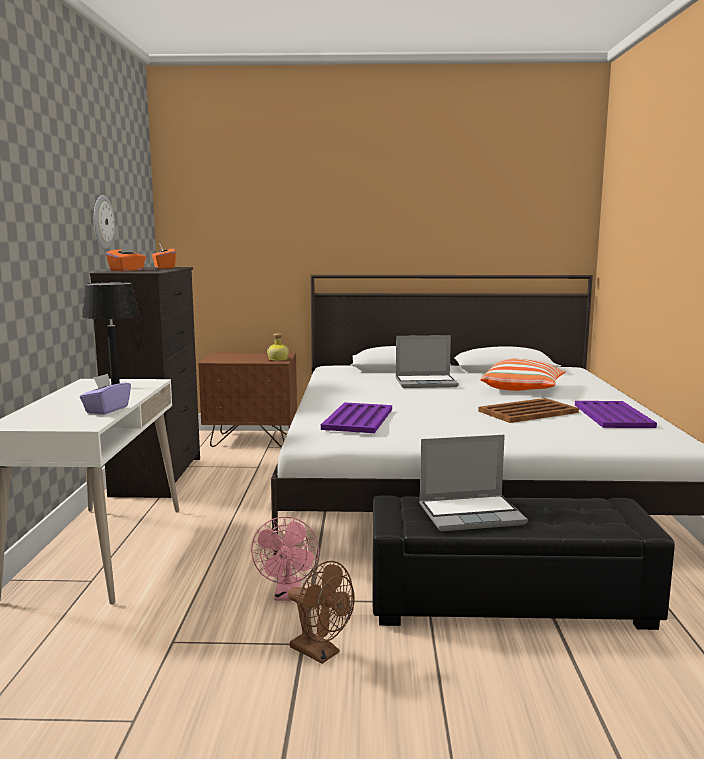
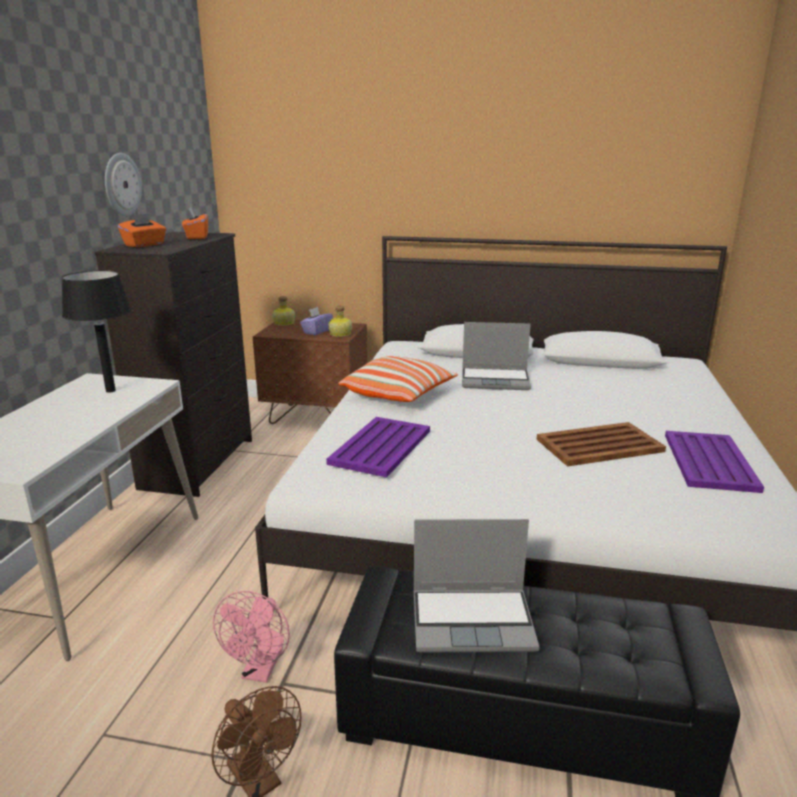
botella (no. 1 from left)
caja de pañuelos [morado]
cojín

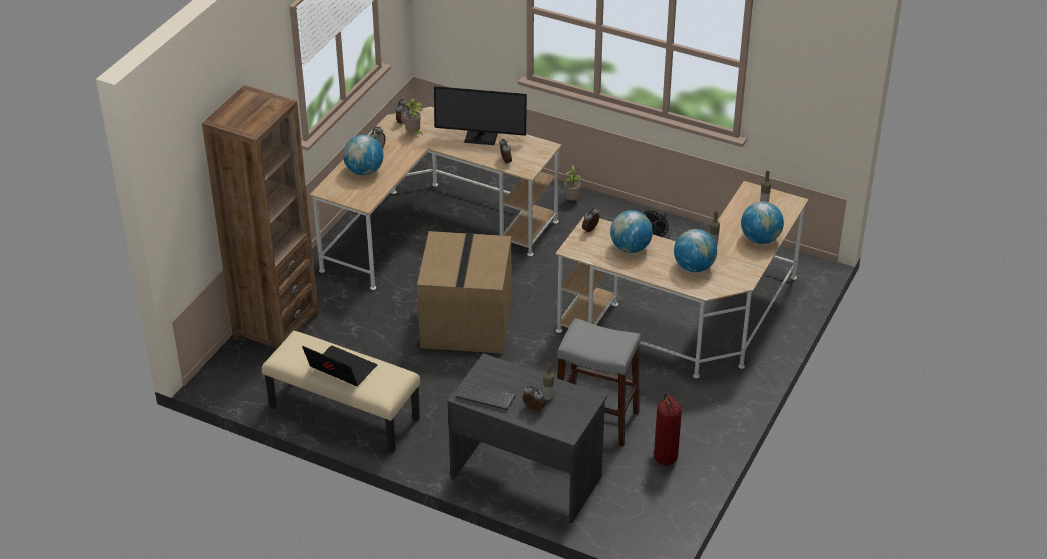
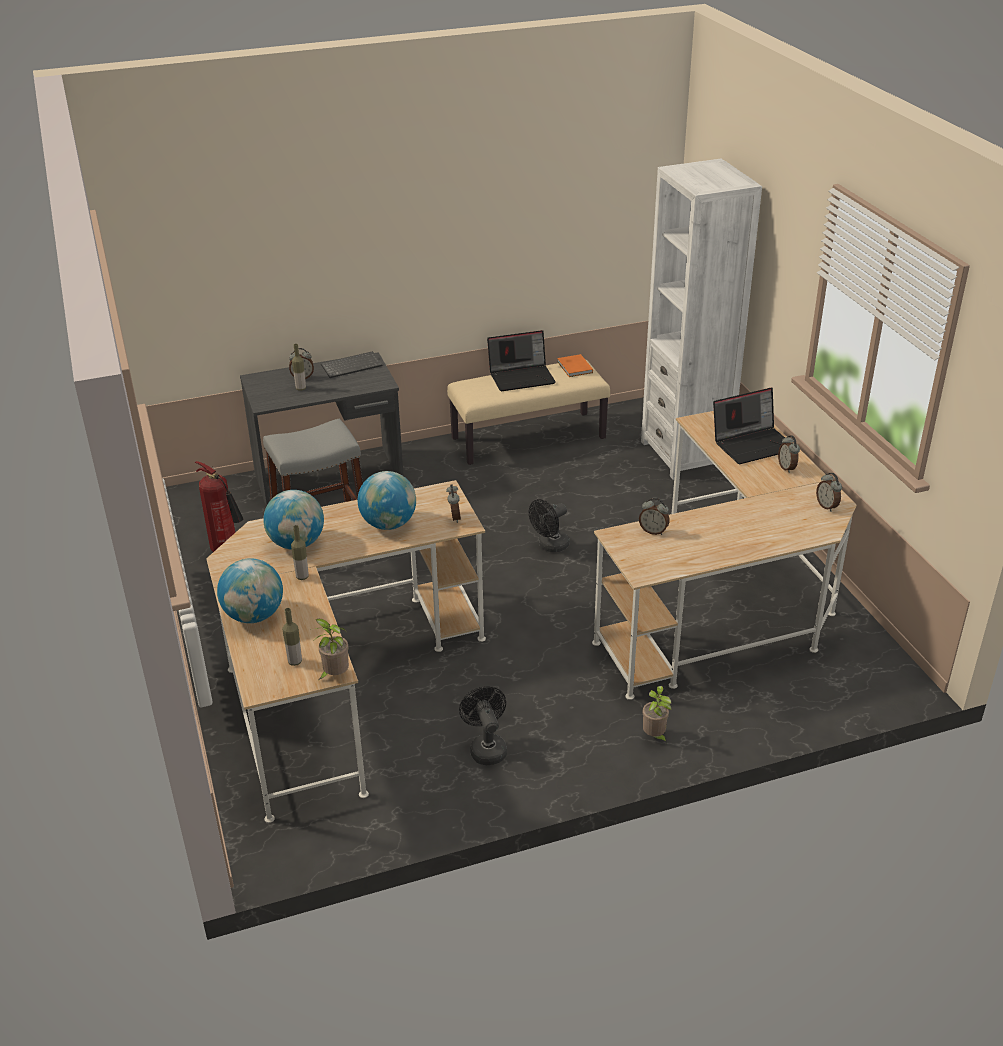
monitor
libro [naranja]
planta en maceta (no. 1 from left)
portátil (no. 2 from left)
ventilador [negro] (no. 2 from left)
estantería [blanco]

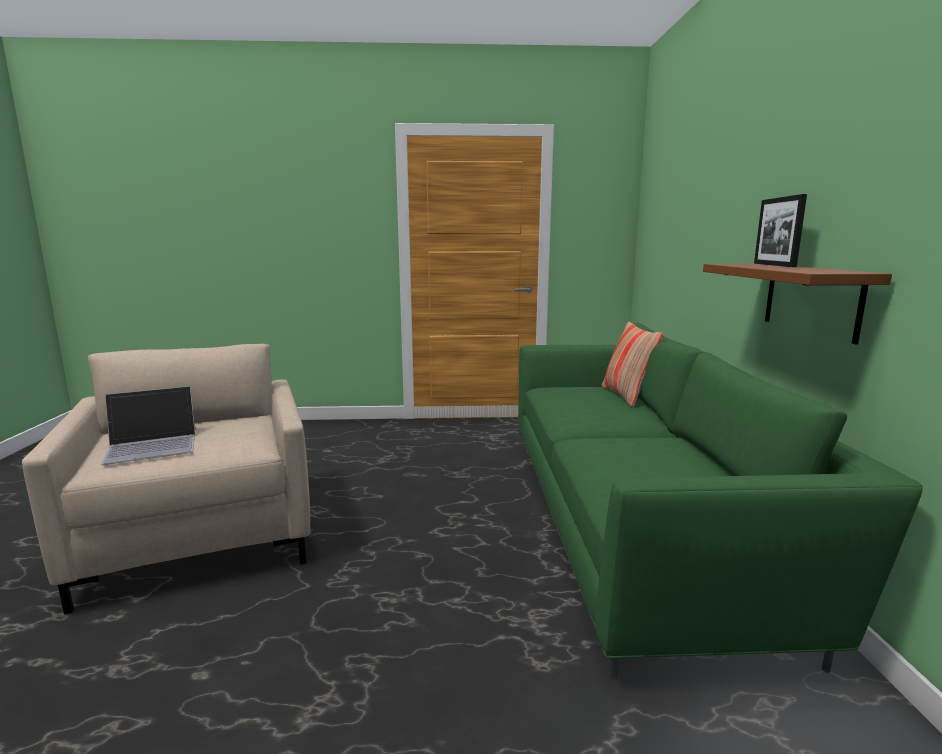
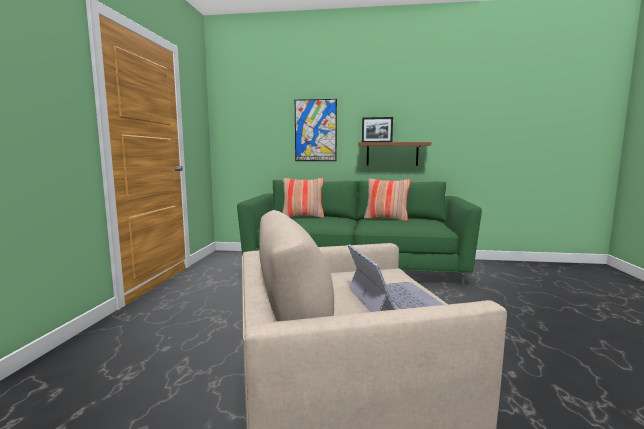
cuadro
cojín (no. 2 from left)

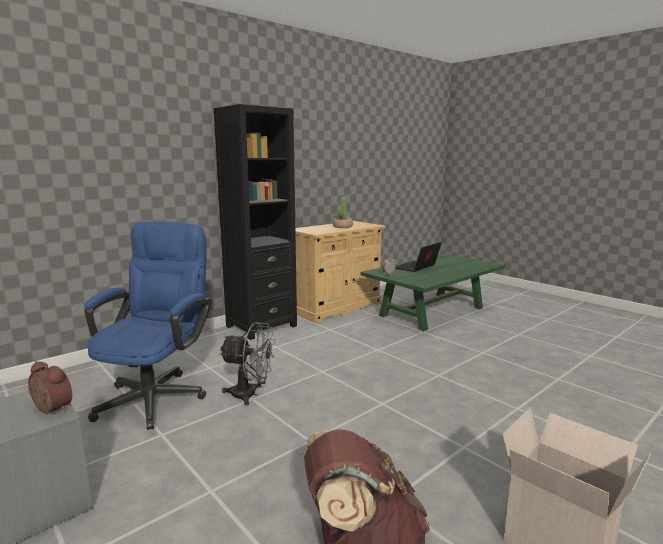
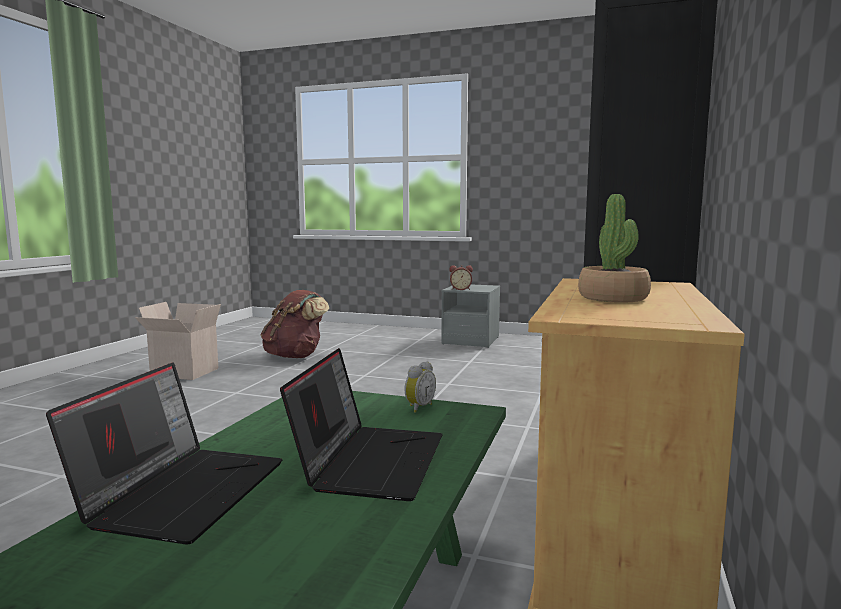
silla de oficina [azul]
ventilador [gris]
portátil (no. 1 from left)

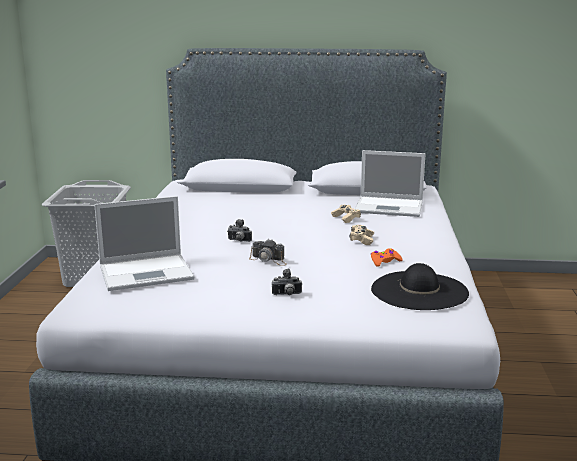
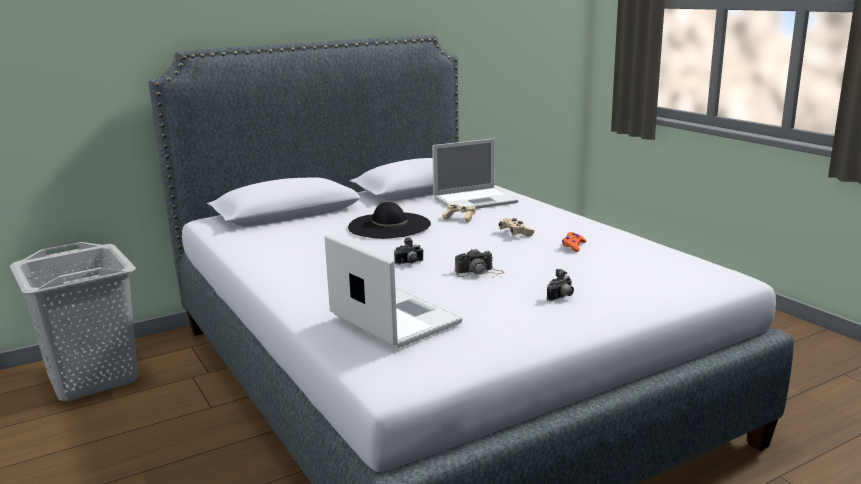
sombrero [negro]
portátil (no. 1 from left)

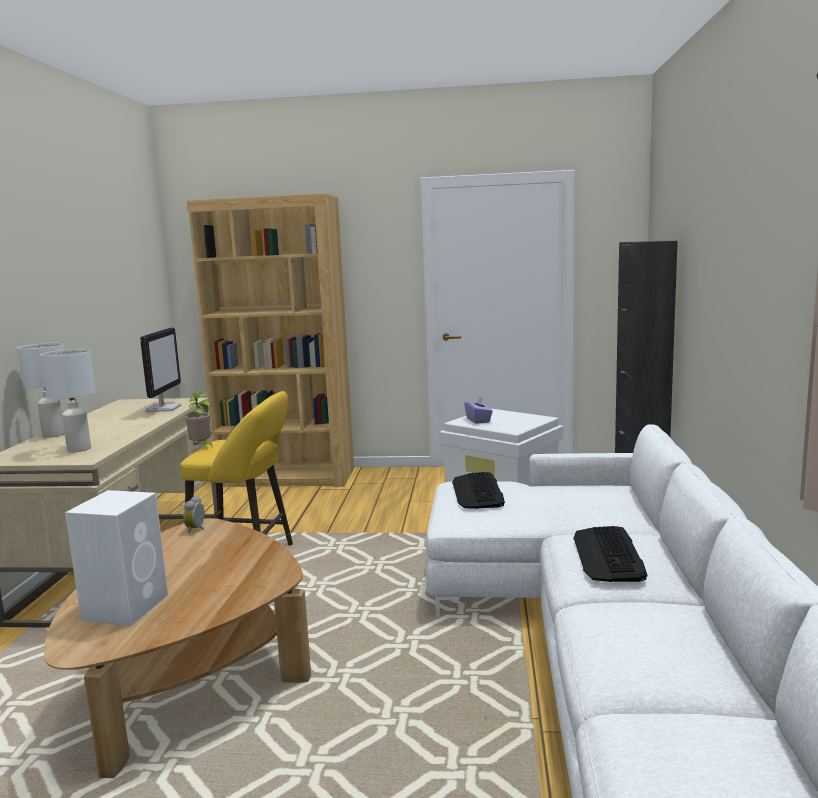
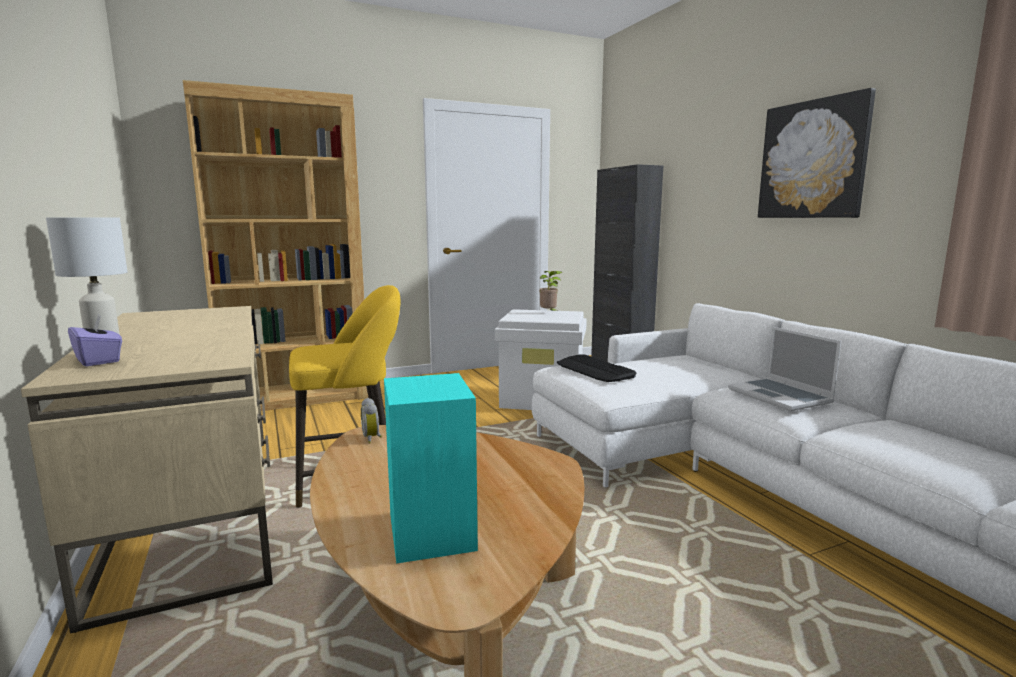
lámpara de mesa [blanco] (no. 2 from left in the first image)
monitor
cuadro
planta en maceta
caja de pañuelos [morado]
portátil
altavoz [turquesa]

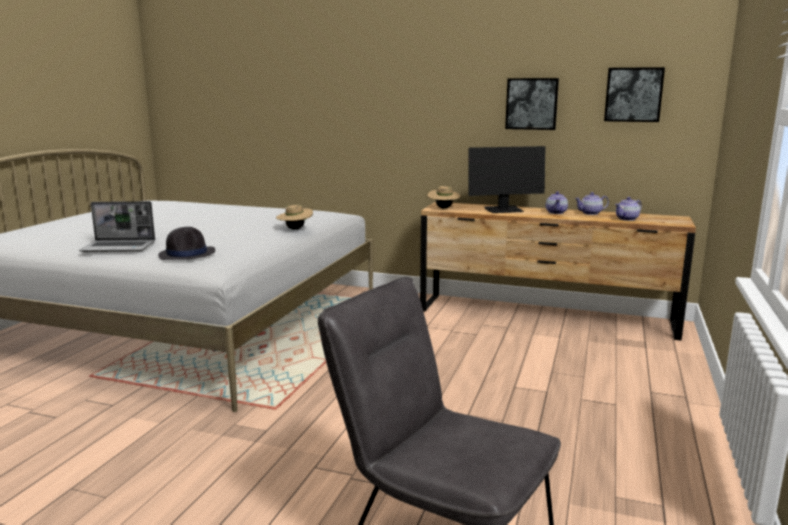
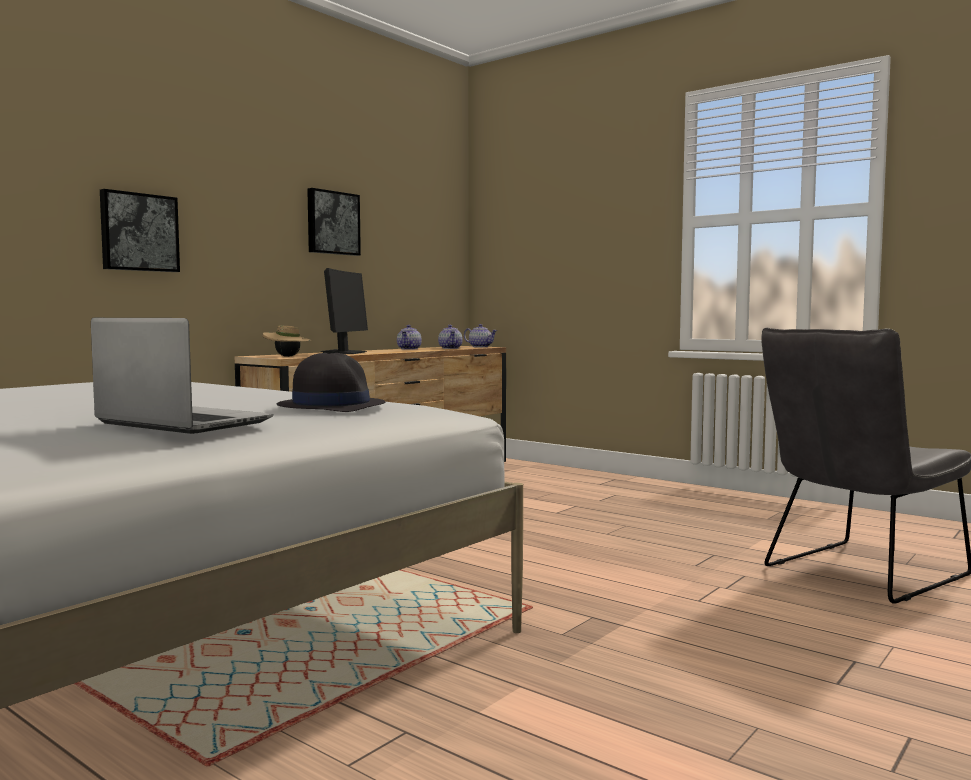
sombrero [beis] (no. 1 from left in the first image)
tetera (no. 3 from left)
cuadro (no. 1 from left)
portátil

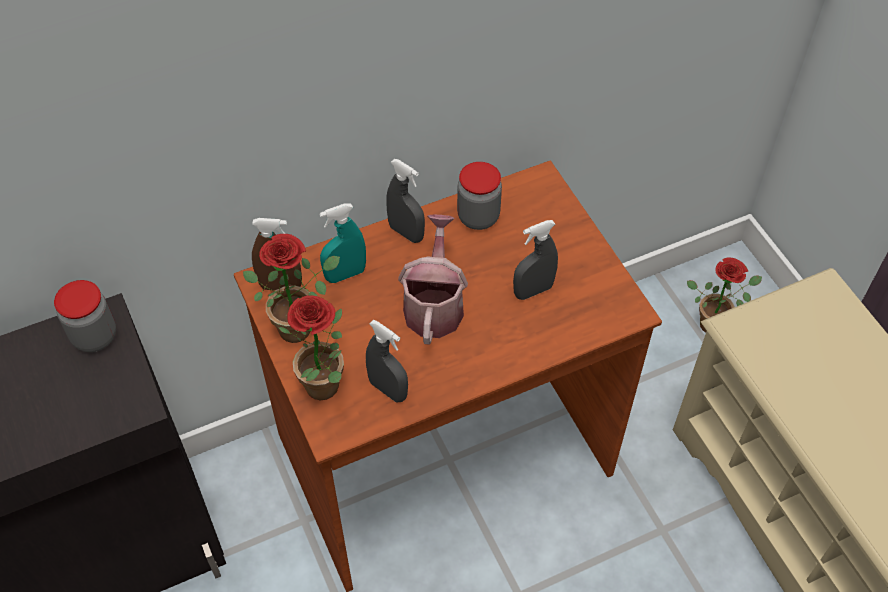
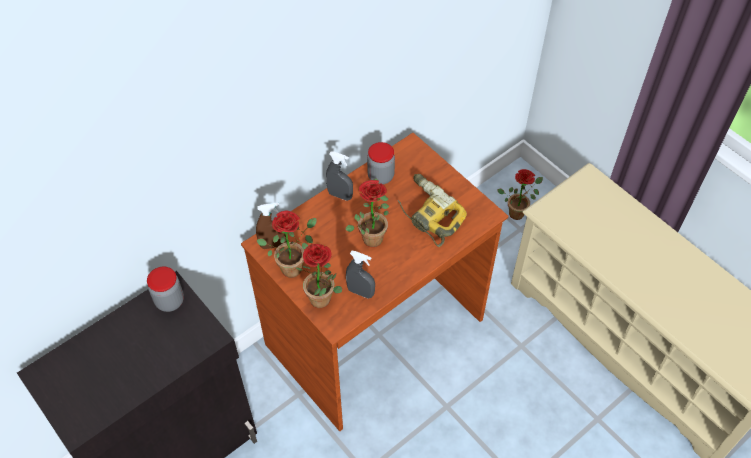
pulverizador [turquesa]
planta en maceta (no. 3 from left)
taladro

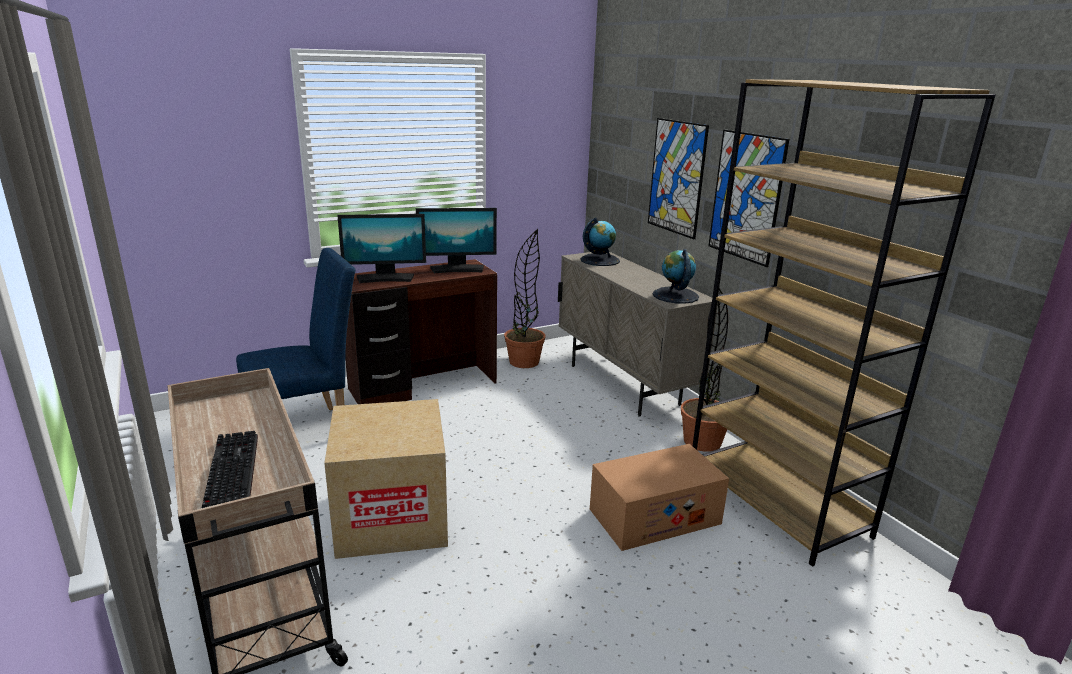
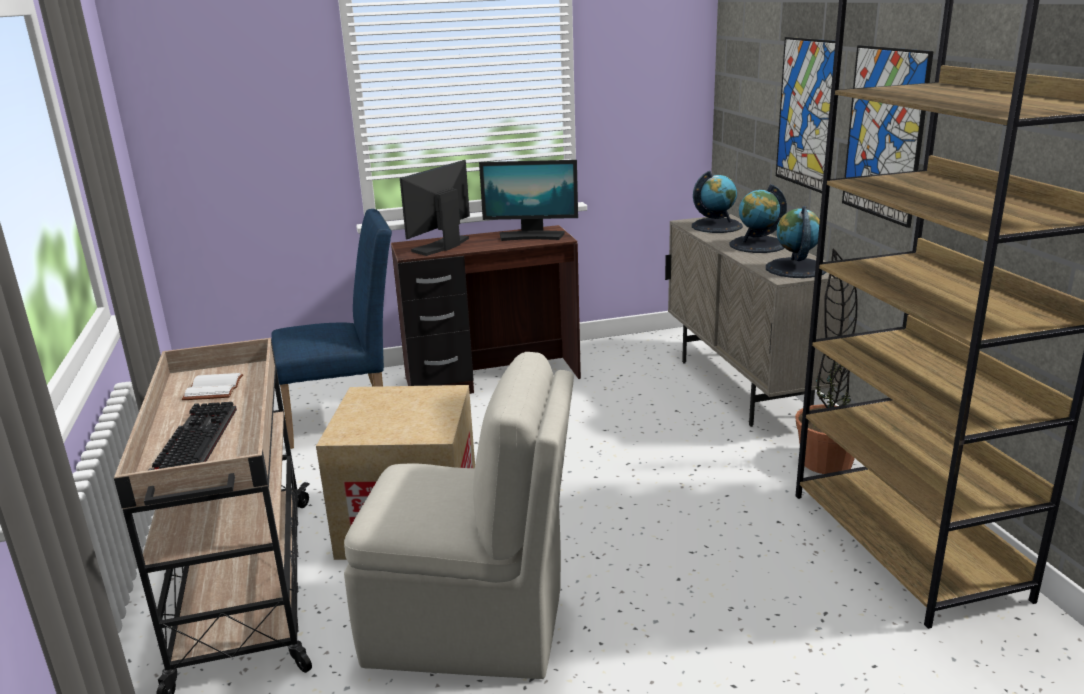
planta en maceta (no. 1 from left in the first image)
caja de cartón (no. 2 from left in the first image)
libro [blanco]
silla [beis]
globo terráqueo (no. 2 from left)
monitor (no. 1 from left)

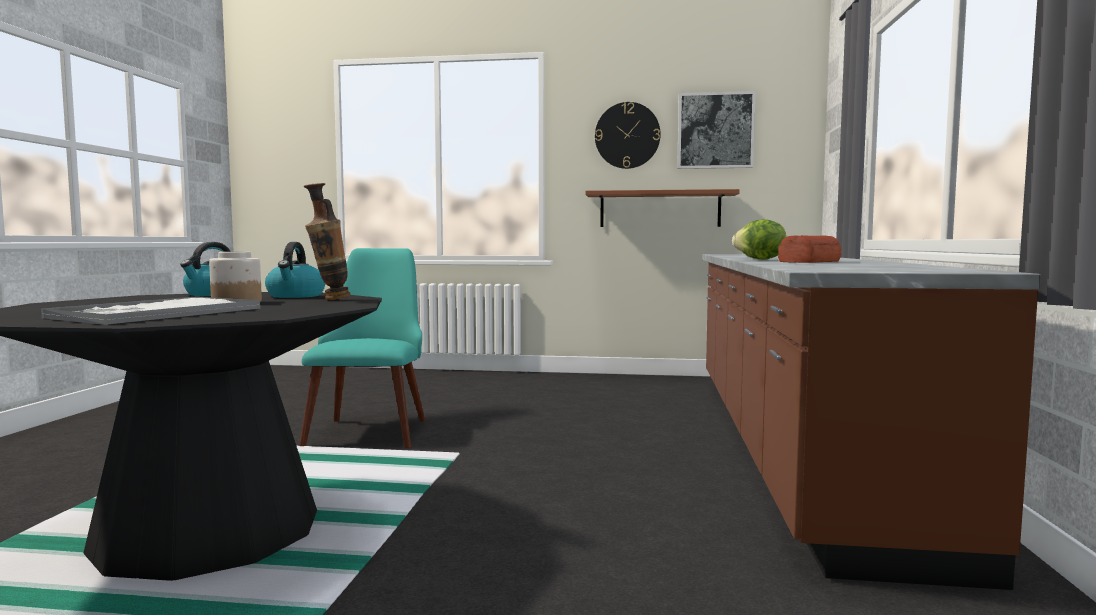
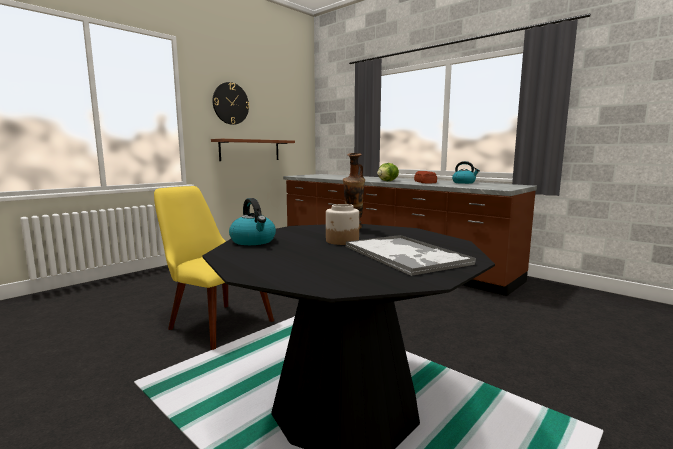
cuadro
hervidor (no. 2 from left)
silla [amarillo]

